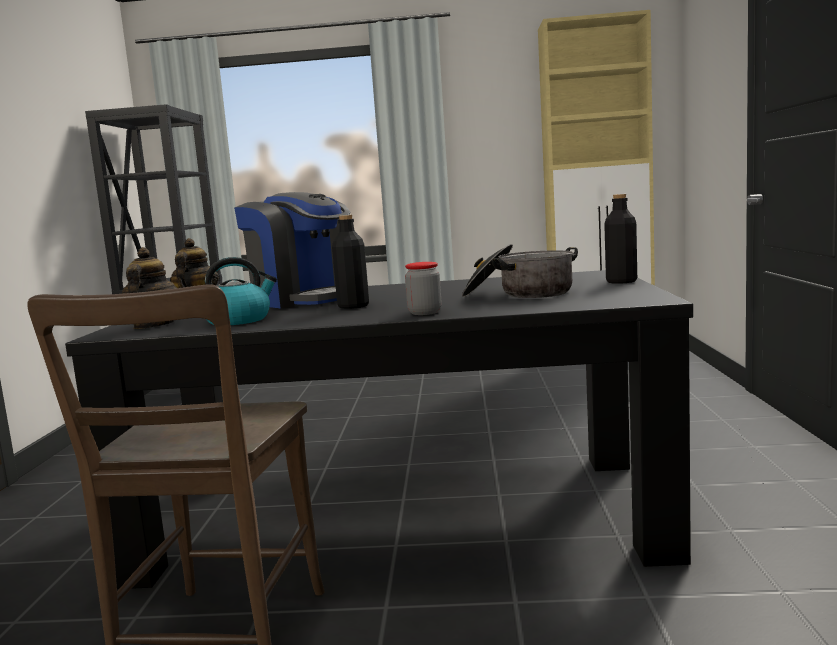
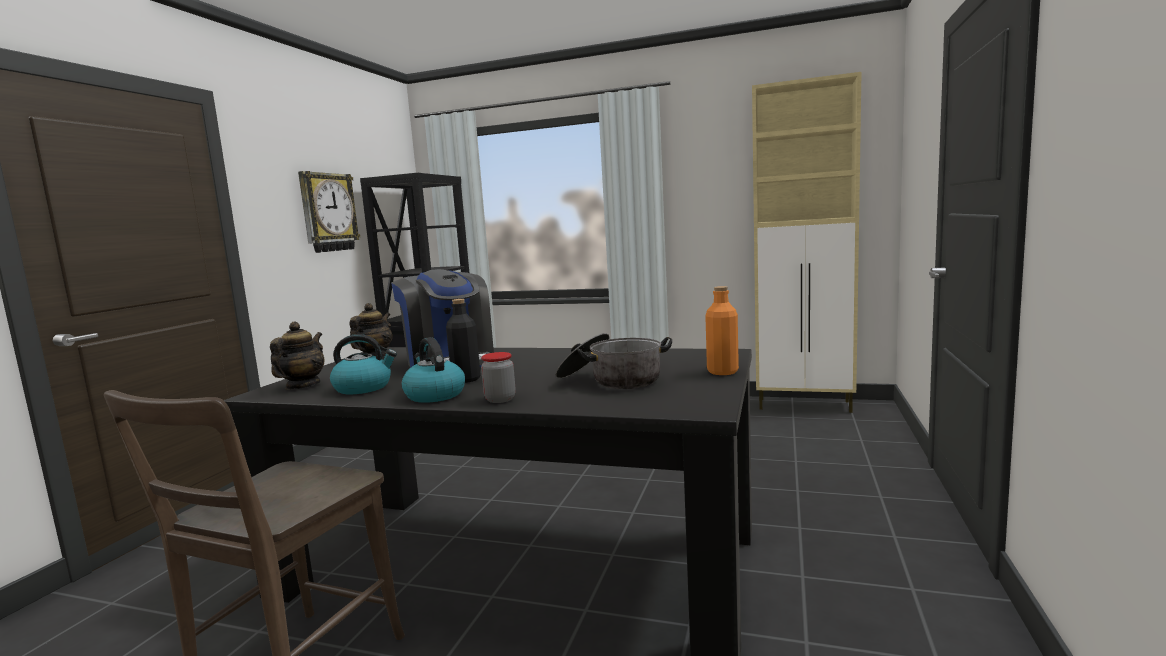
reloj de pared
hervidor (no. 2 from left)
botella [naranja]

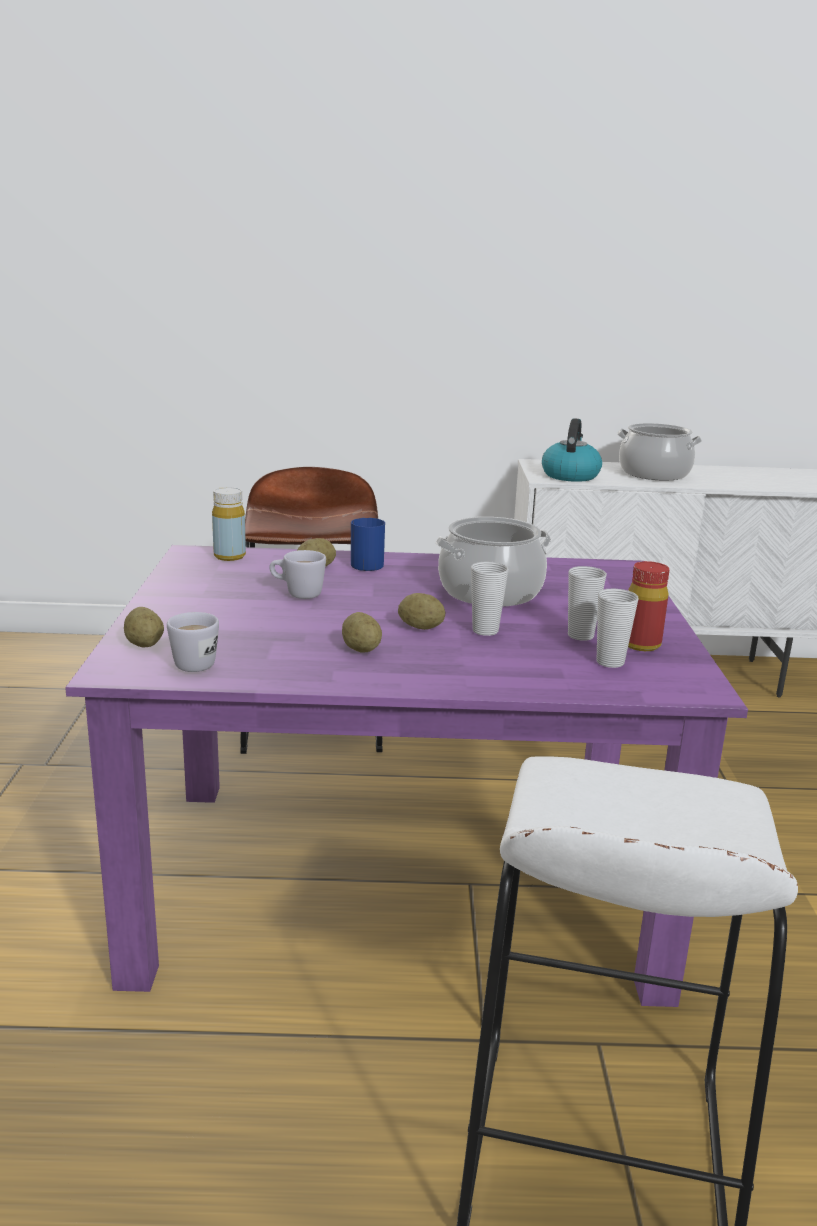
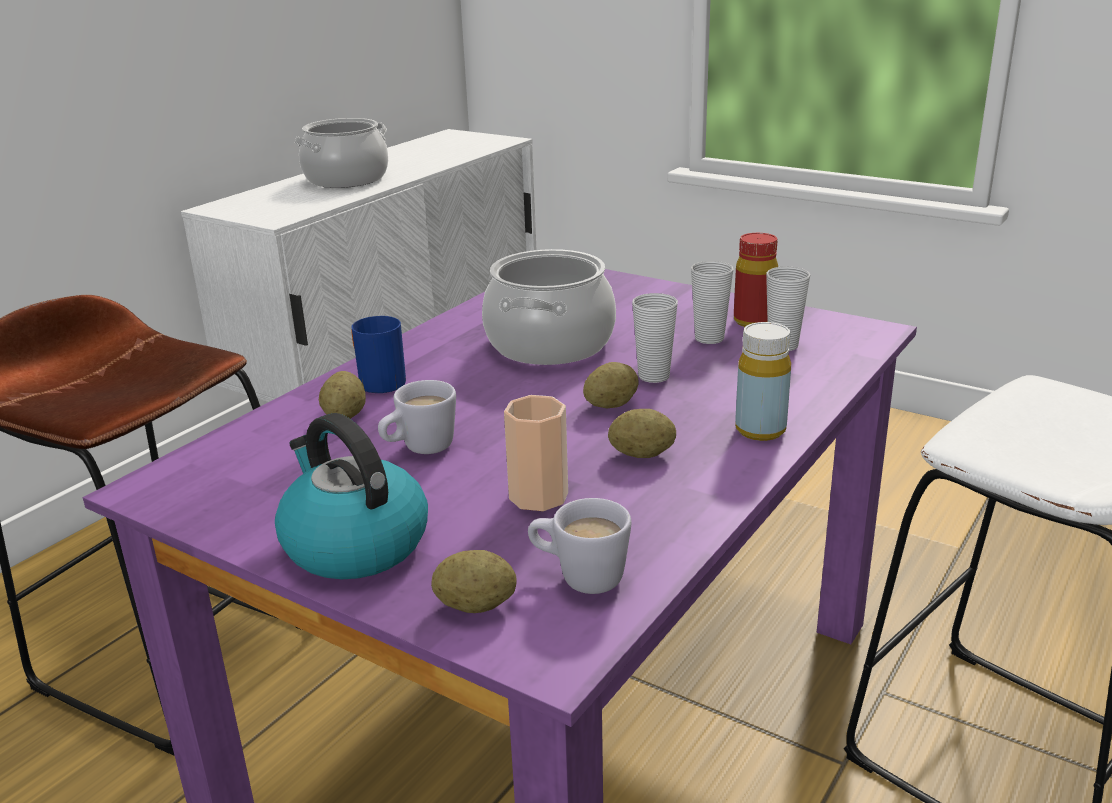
taza (no. 1 from left)
botella [amarillo]
hervidor

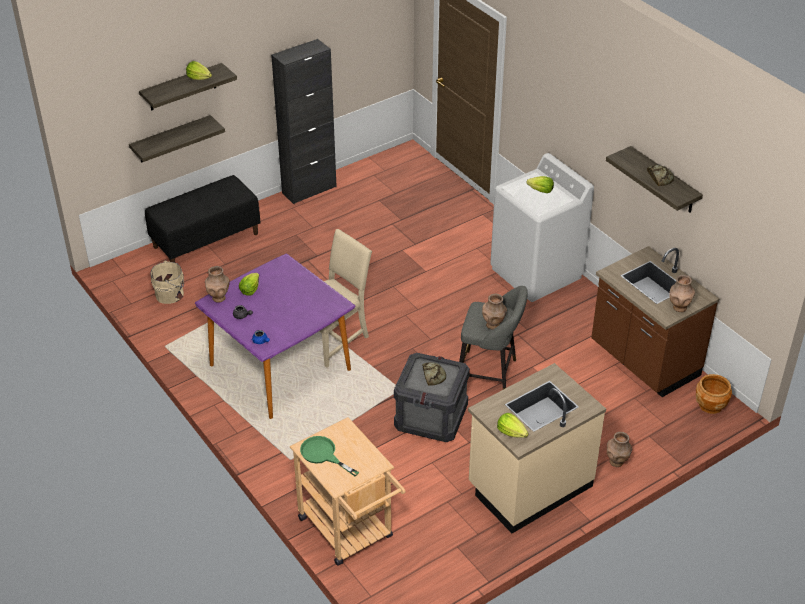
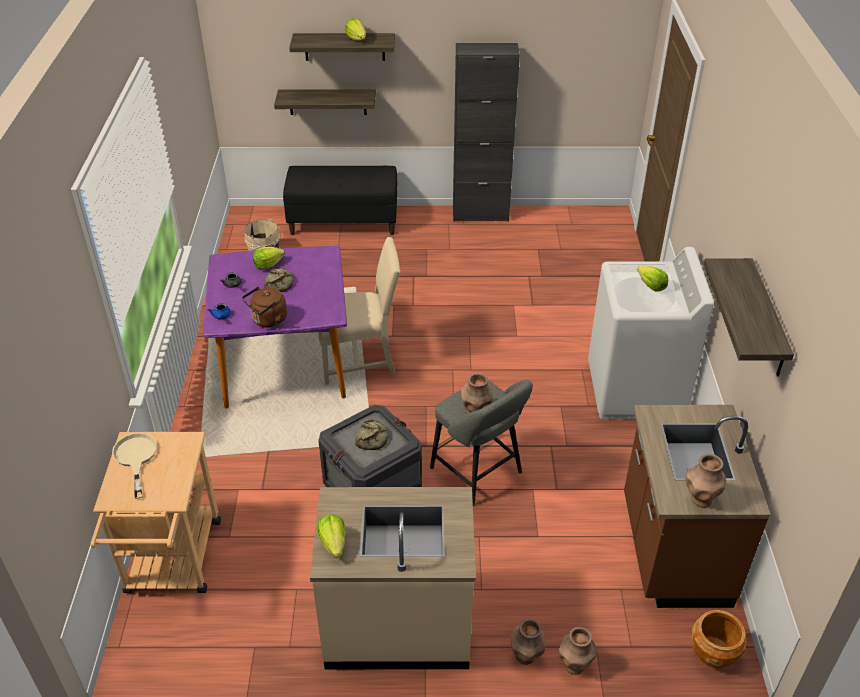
hervidor [marrón]
florero [marrón] (no. 3 from left)
pan (no. 1 from left)
sartén [beis]

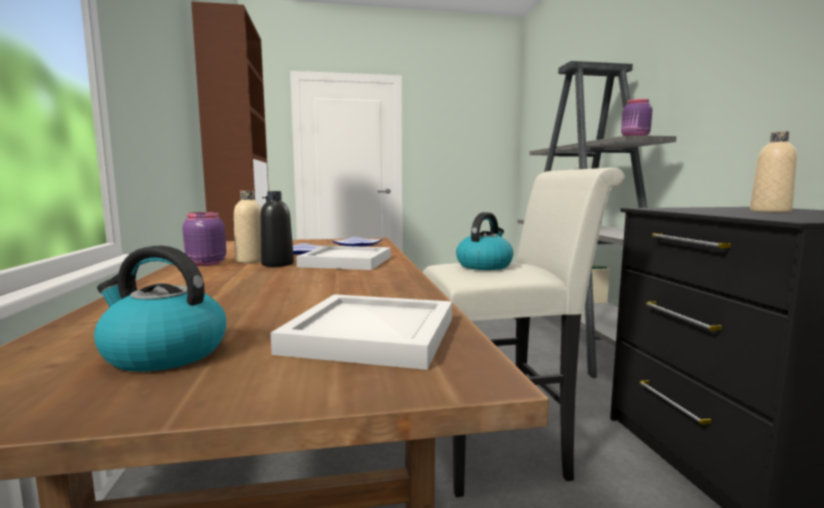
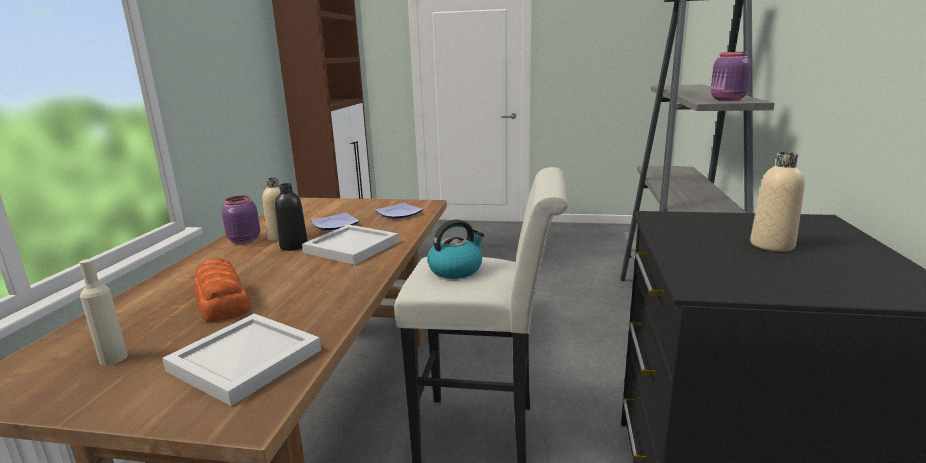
pan
botella [beis] (no. 1 from left)

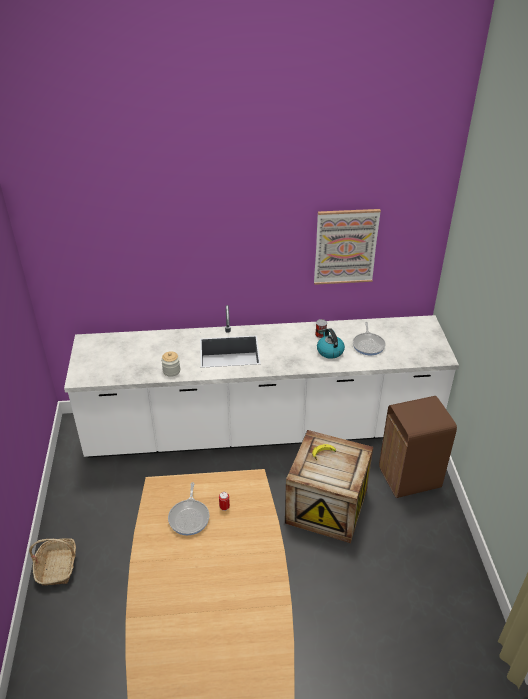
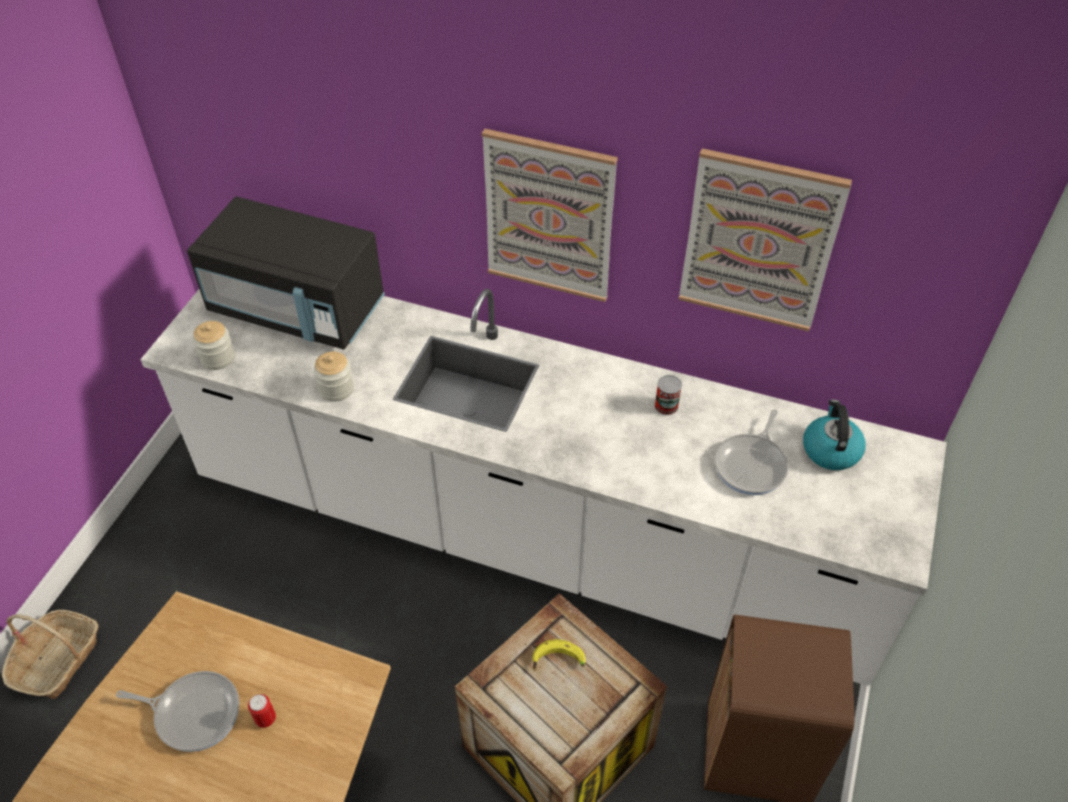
microondas [negro]
tarro (no. 1 from left)
cuadro (no. 1 from left)
hervidor
sartén (no. 1 from left)

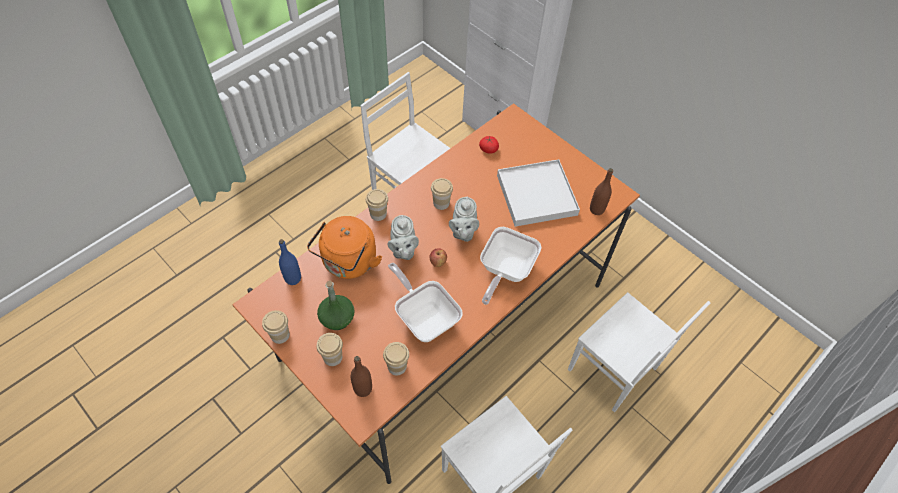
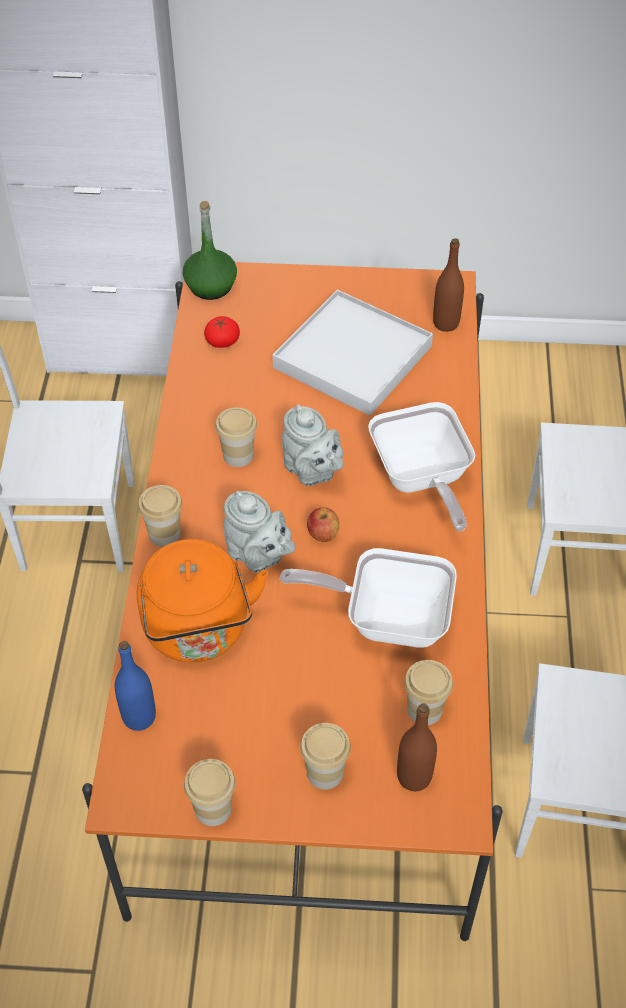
botella [verde]

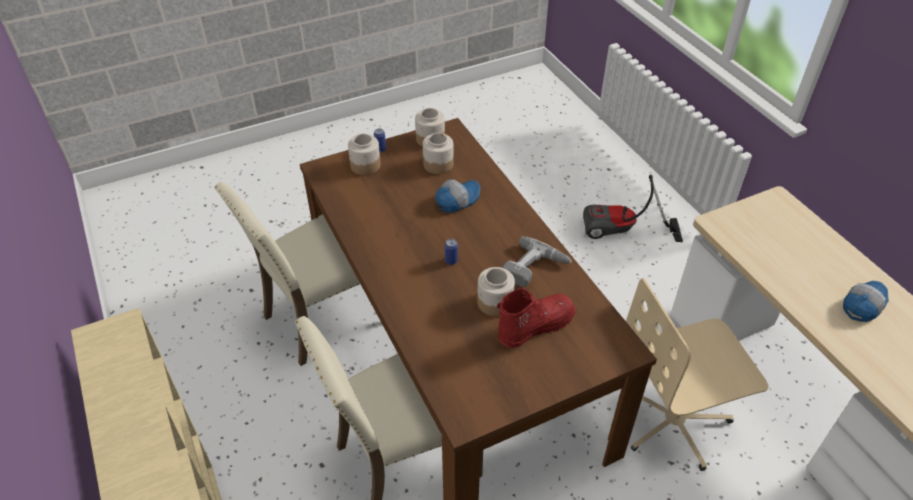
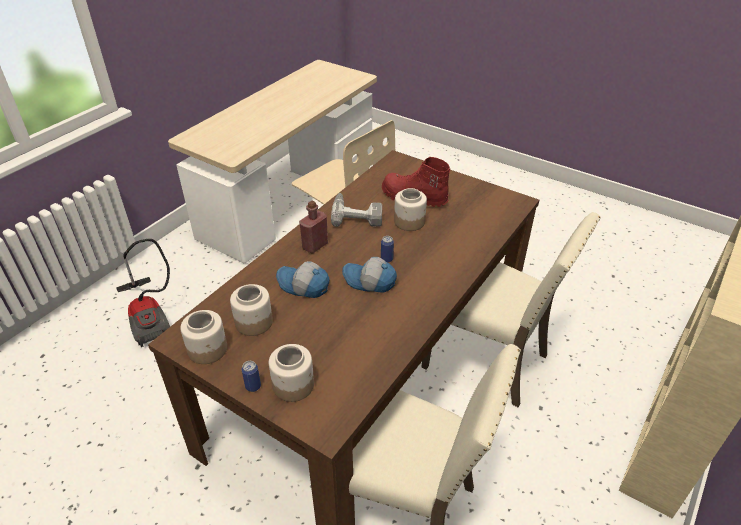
botella [rojo]
gorra (no. 2 from left)

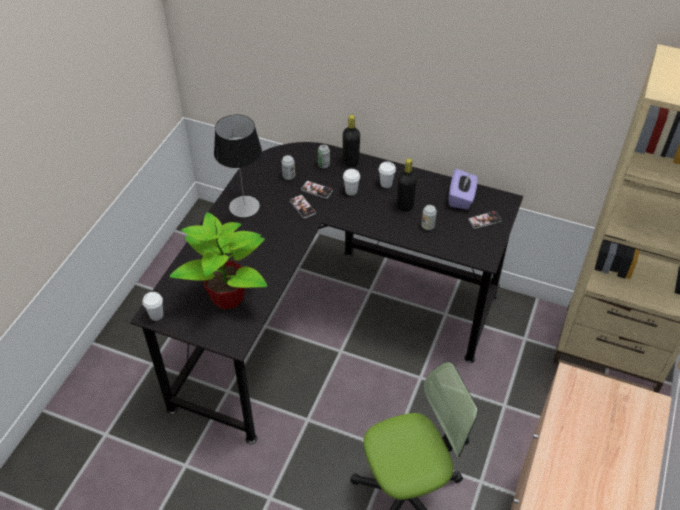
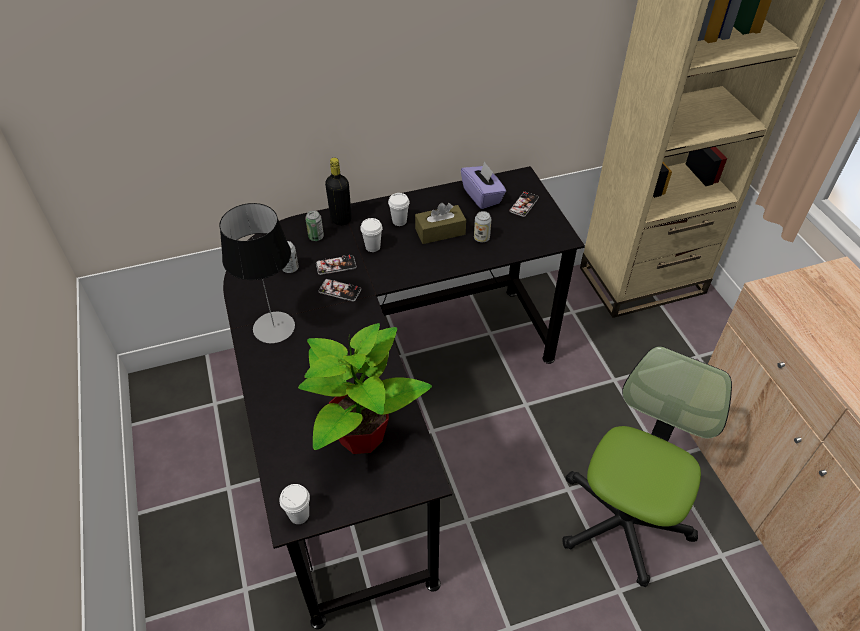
caja de pañuelos [marrón]

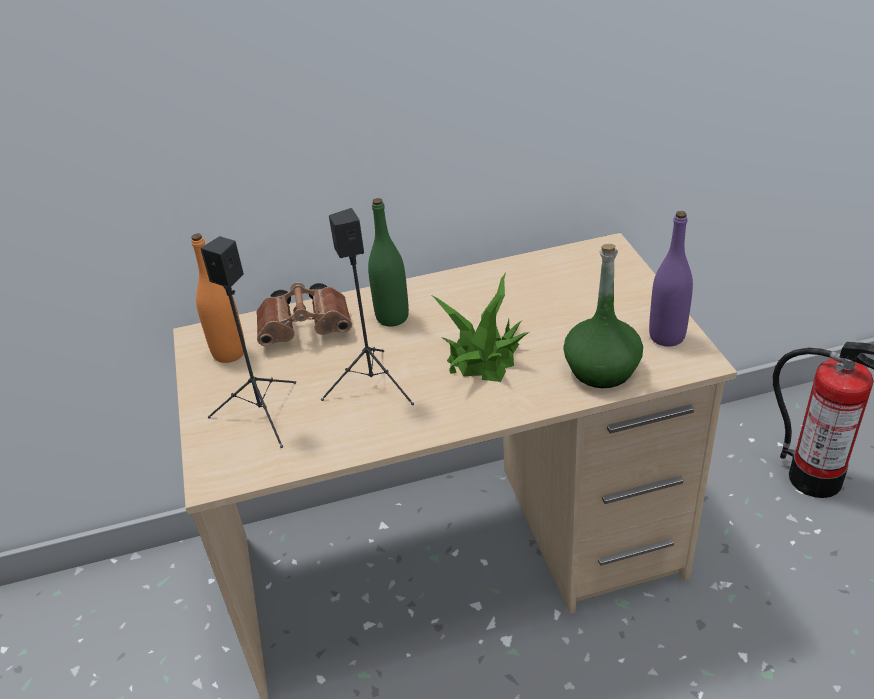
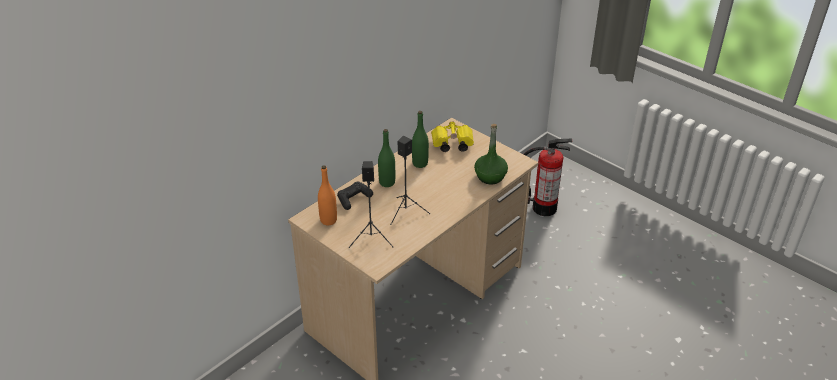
planta en maceta
botella [morado]
botella [verde] (no. 2 from left)
prismáticos [amarillo]
mando de consola [negro]

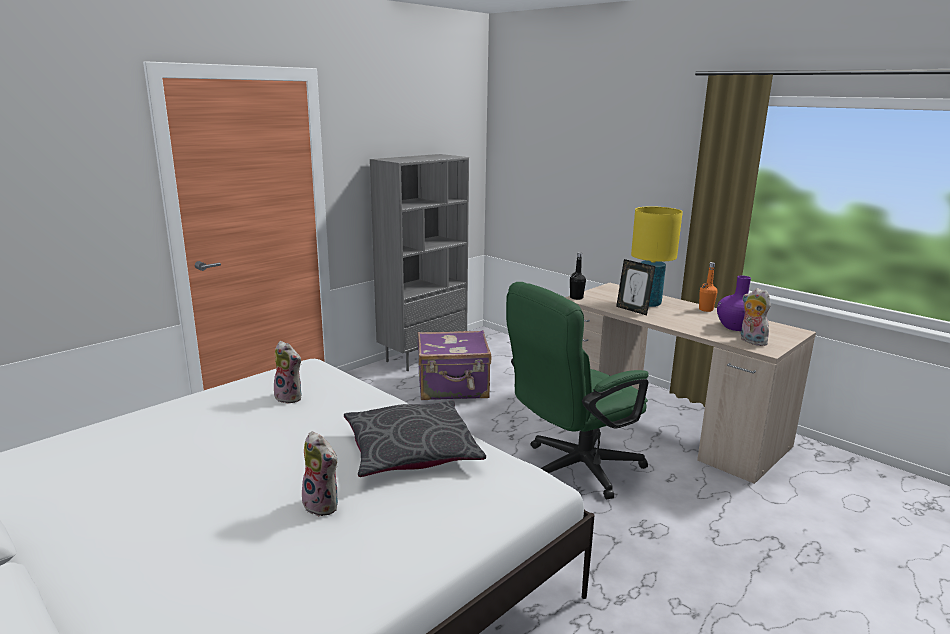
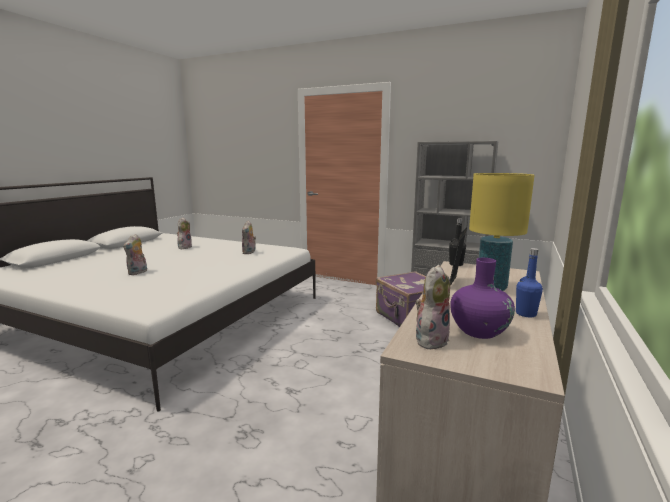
cojín [gris]
silla de oficina [verde]
peluche (no. 2 from left)
botella [azul]

